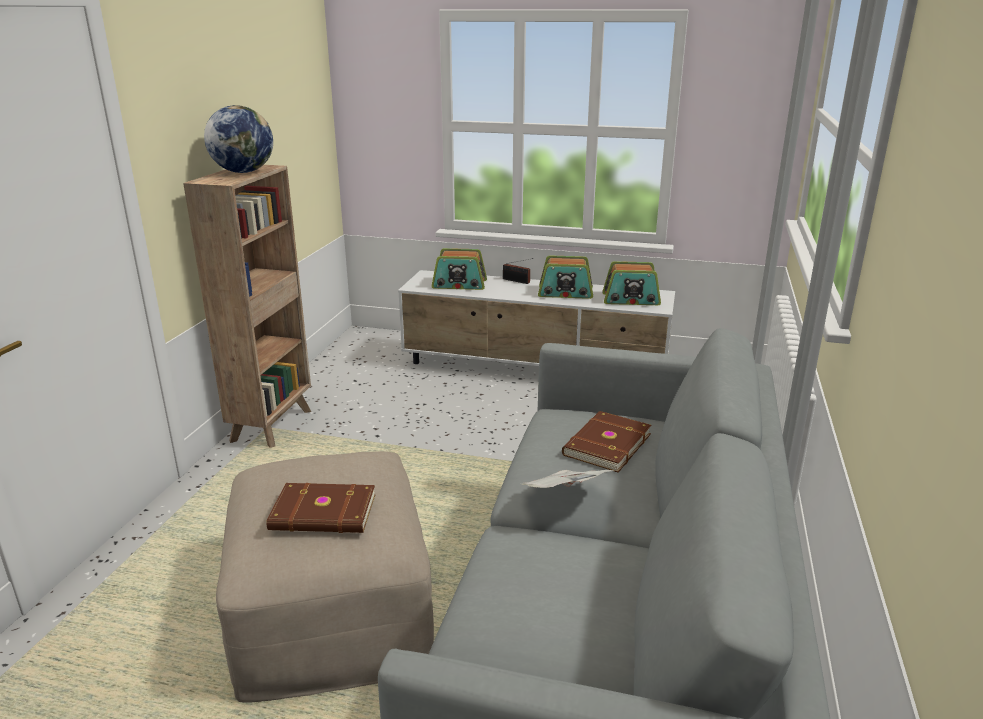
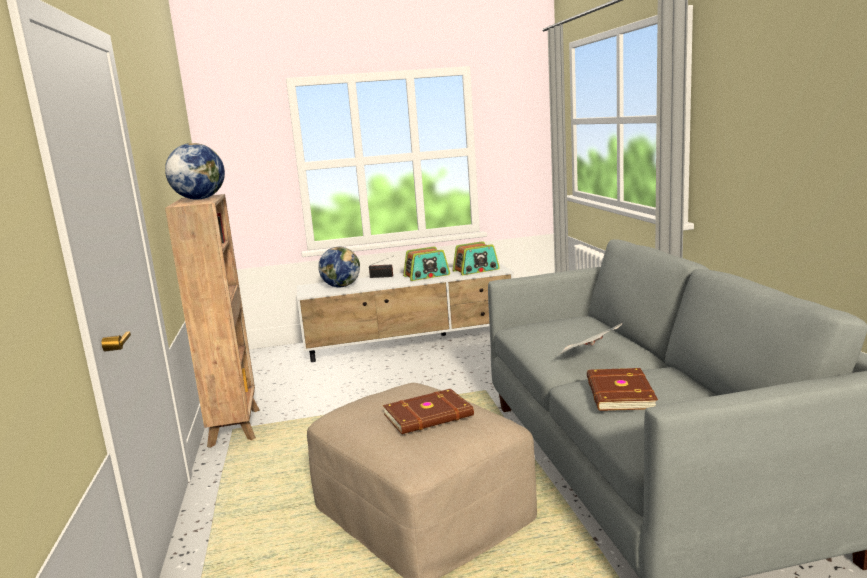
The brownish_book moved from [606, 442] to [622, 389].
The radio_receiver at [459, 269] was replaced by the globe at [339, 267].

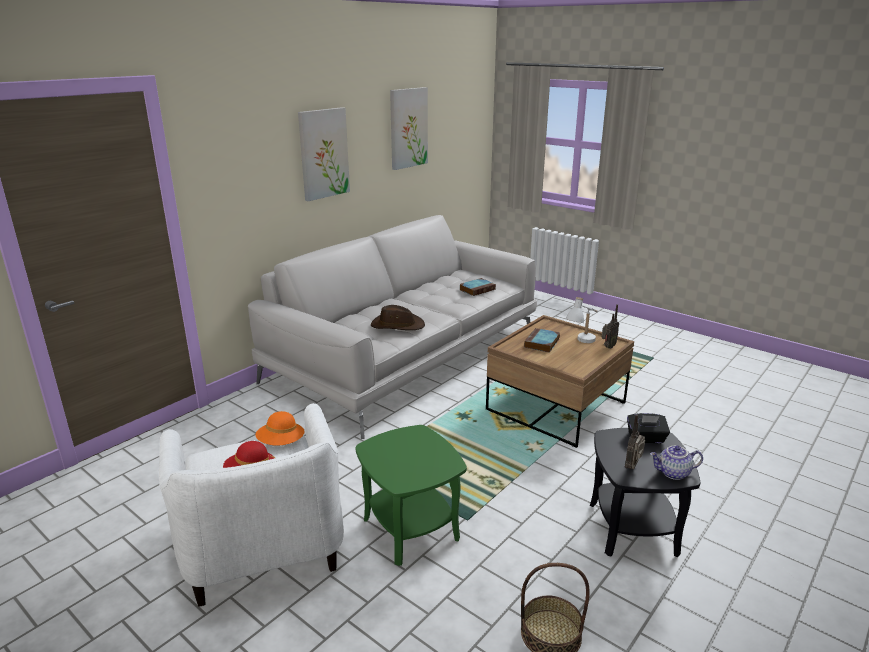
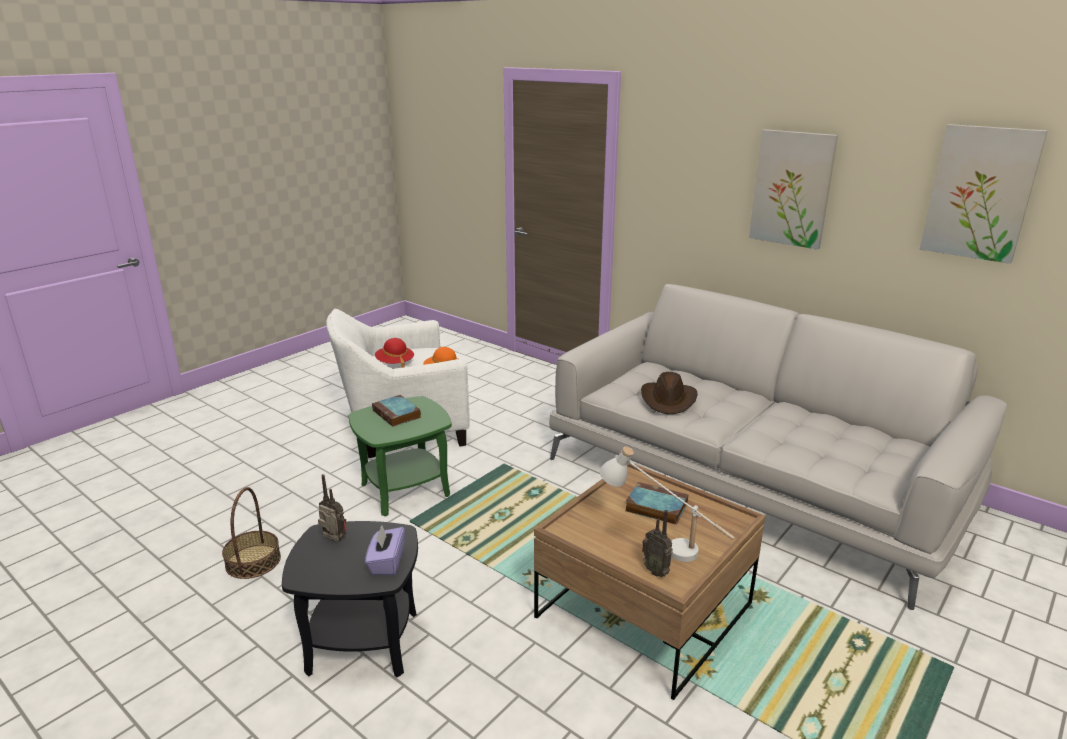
The teapot at [676, 462] disappeared.
The book moved from [478, 287] to [396, 411].
The blackish_tissue_holder at [648, 428] became the purplish_tissue_holder at [385, 550].

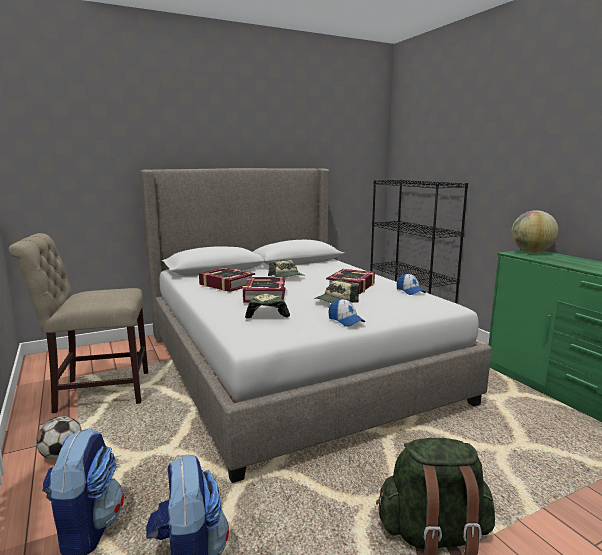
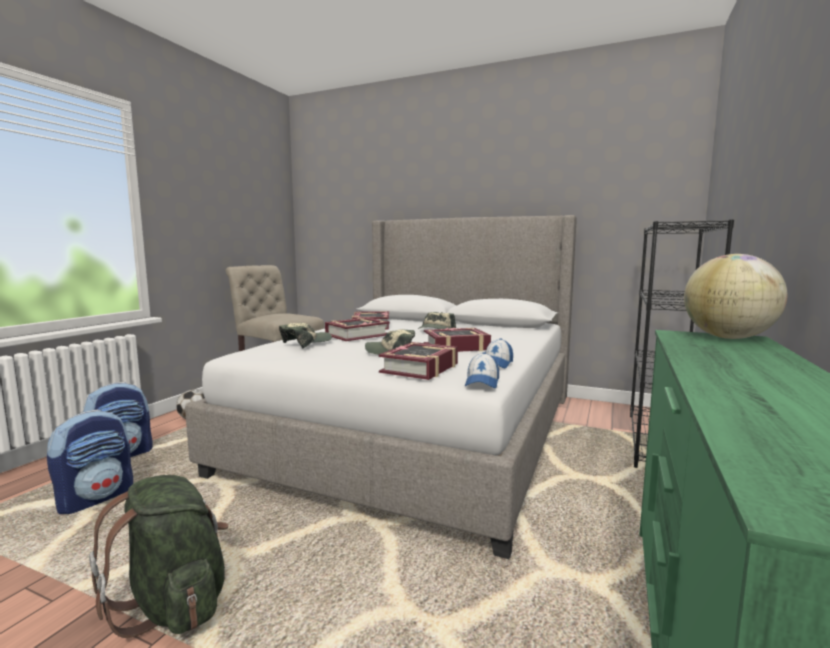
The book at [418, 361] appeared.
The baseball_cap moved from [346, 312] to [482, 370].

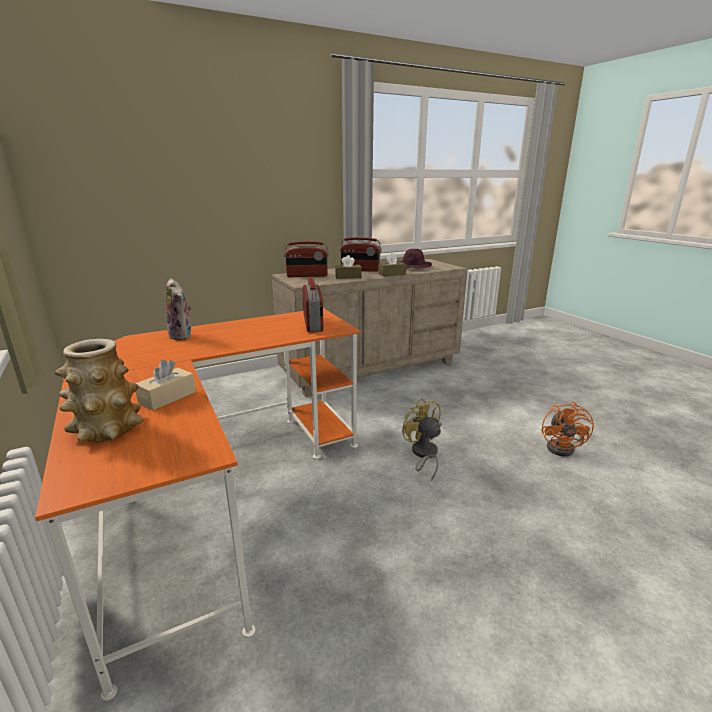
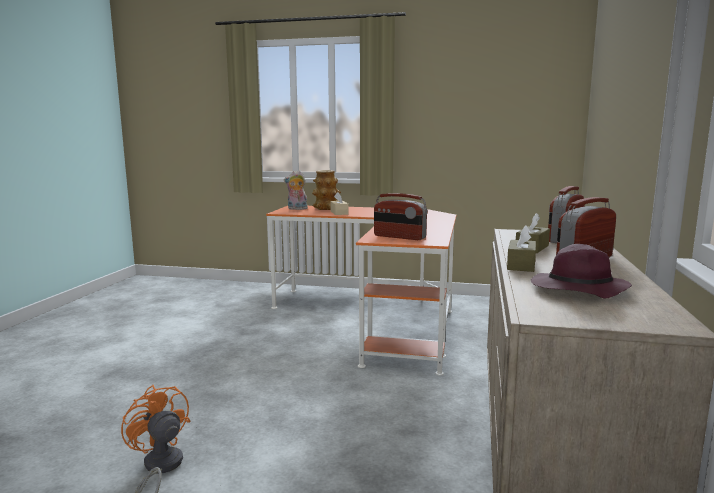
The yellow-coloured_fan at [422, 439] disappeared.
The plush_toy moved from [179, 309] to [296, 190].

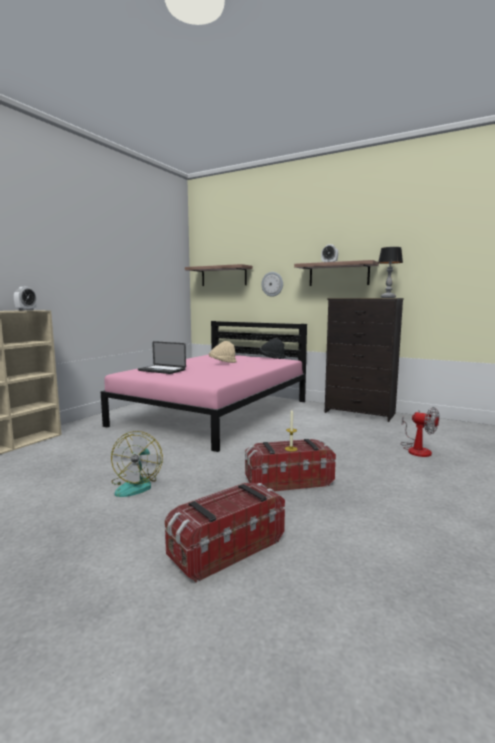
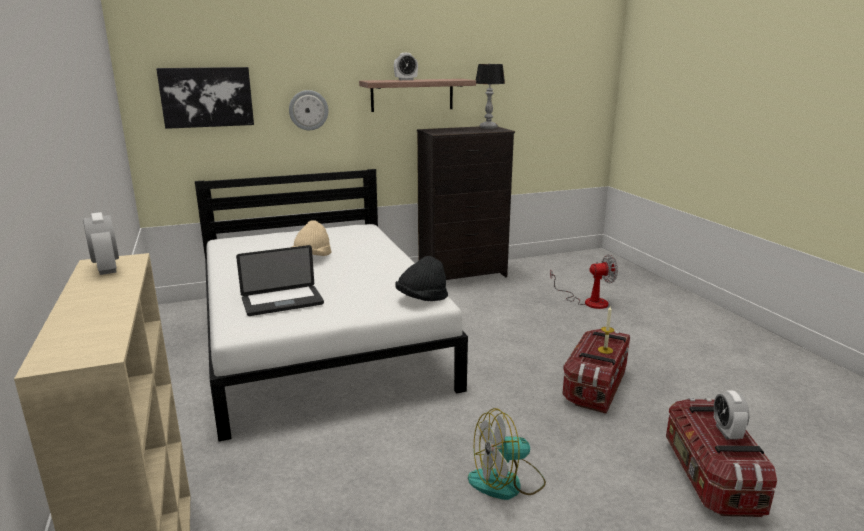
The alarm_clock at [731, 415] appeared.
The blackish_clothing_hat moved from [272, 348] to [421, 278].
The shelf at [219, 275] was replaced by the wall_art at [205, 98].
The pink_sleeping_bed at [204, 386] became the whitish_sleeping_bed at [331, 305].
The fan at [137, 464] turned 120 degrees clockwise.

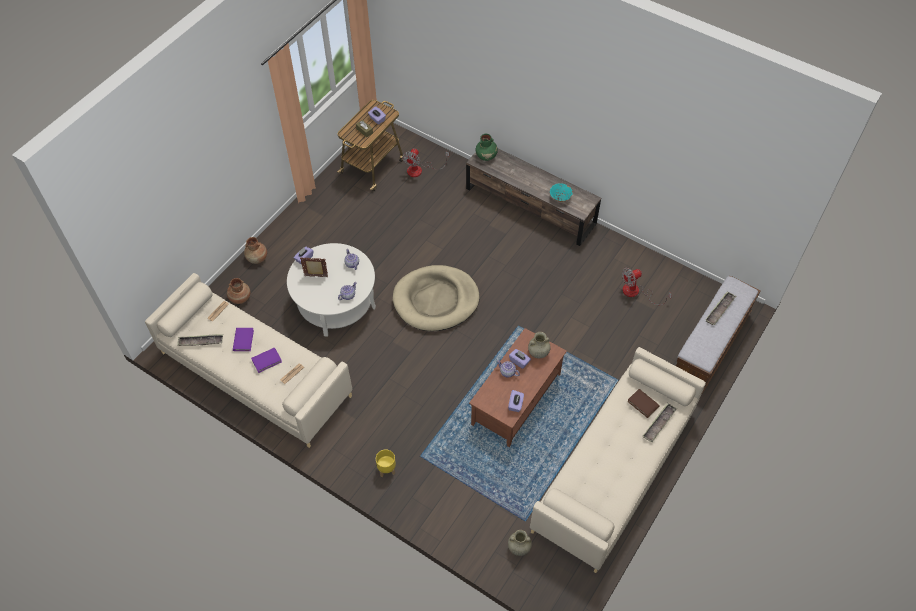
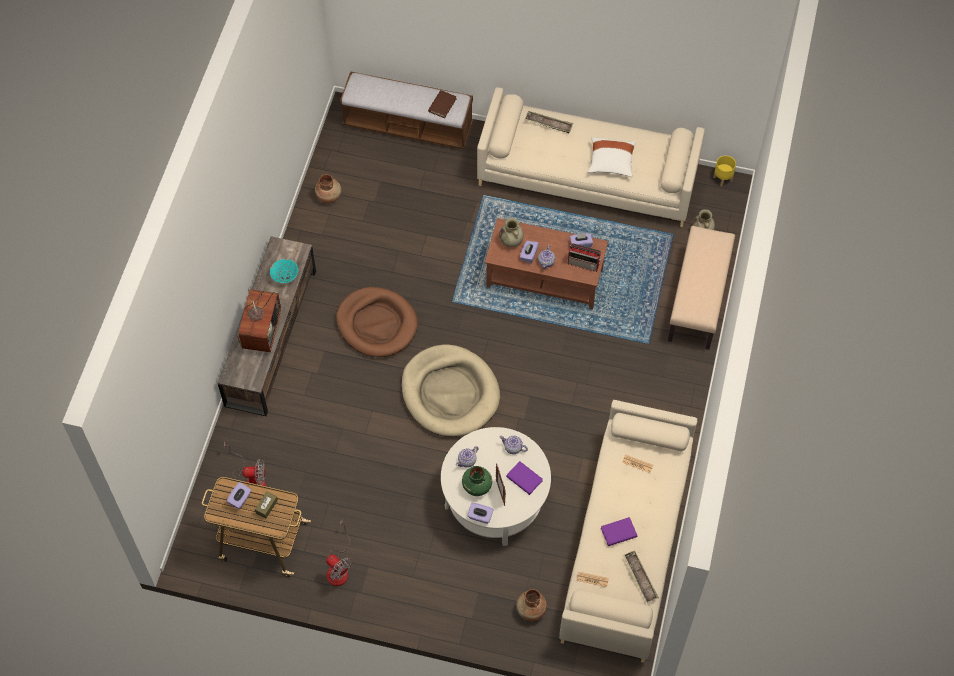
The serving_tray at [720, 308] disappeared.
The TV_set at [259, 320] appeared.
The brownish_dog_cushion at [377, 322] appeared.
The radio_receiver at [584, 257] appeared.
The whitish_pillow at [612, 157] appeared.
The beige-coloured_indoor_bench at [701, 288] appeared.
The brownish_decorative_vase moved from [255, 250] to [328, 189].
The purplish_book moved from [266, 360] to [524, 478].
The yellow-coloured_planter moved from [386, 463] to [724, 171].
The green-coloured_decorative_vase moved from [487, 147] to [477, 481].
The fan moved from [647, 286] to [339, 553].
The brownish_book moved from [643, 403] to [442, 104].

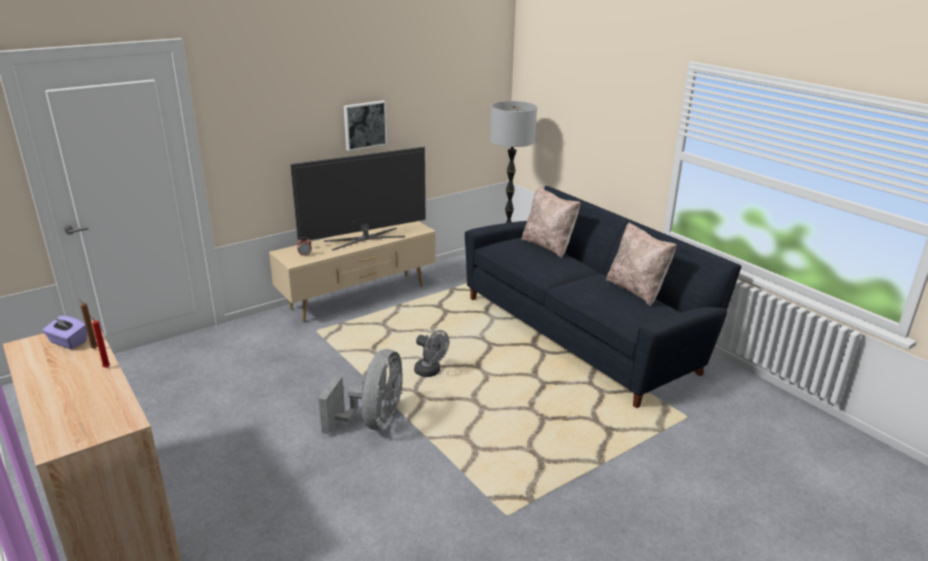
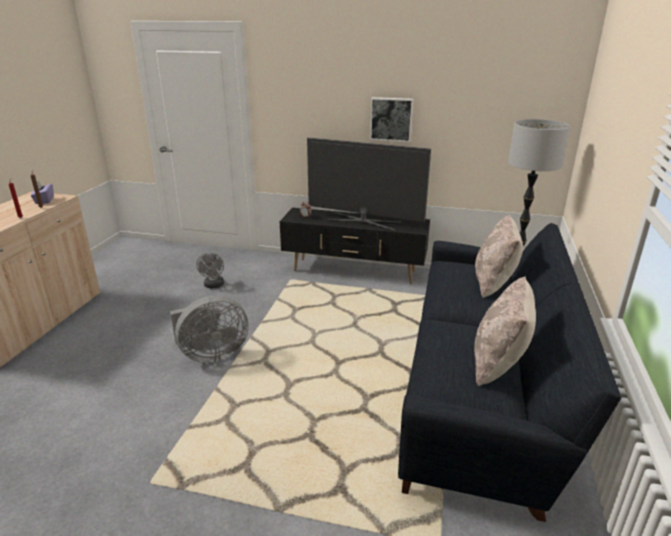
The gray_fan moved from [431, 353] to [210, 270].
The beige-coloured_tv_stand at [352, 271] became the blackish_tv_stand at [355, 246].

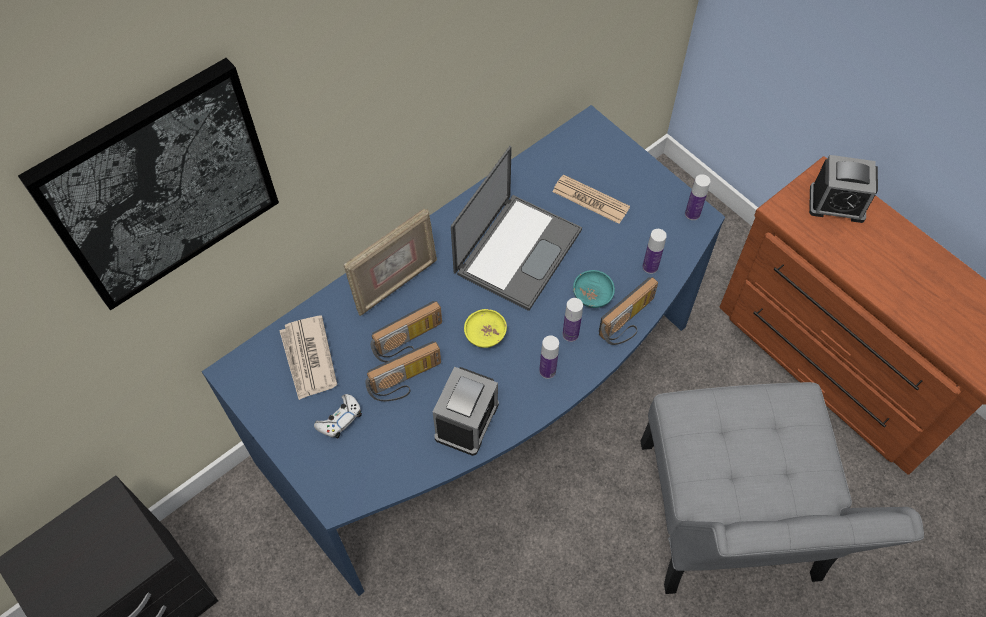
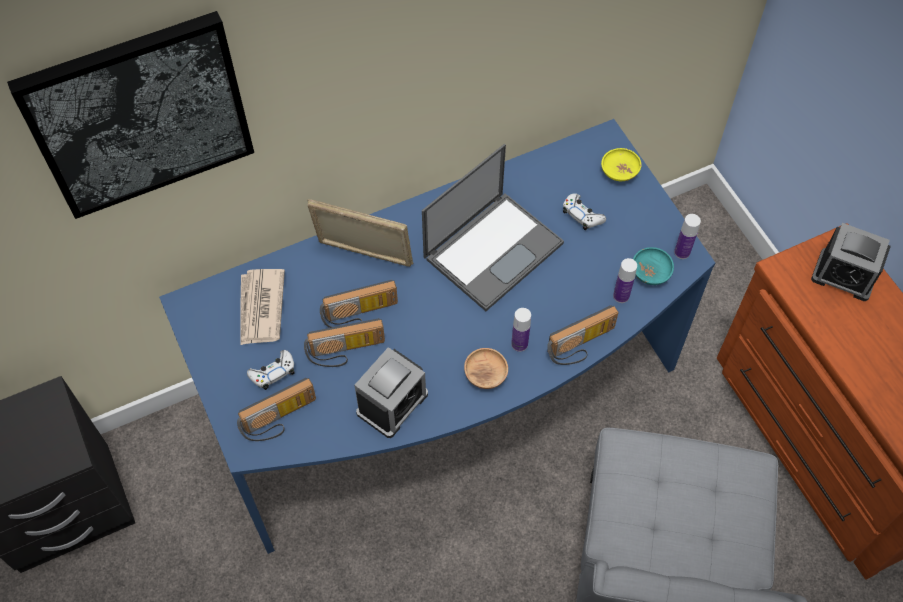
The radio_receiver at [276, 409] appeared.
The yellow-coloured_bowl moved from [485, 328] to [621, 164].
The turquoise-coloured_bowl moved from [594, 289] to [653, 266].
The beverage_bottle at [549, 357] was replaced by the brownish_bowl at [486, 368].
The printed_paper at [591, 199] was replaced by the whitish_game_controller at [584, 212].
The photo_frame at [390, 262] turned 135 degrees counterclockwise.

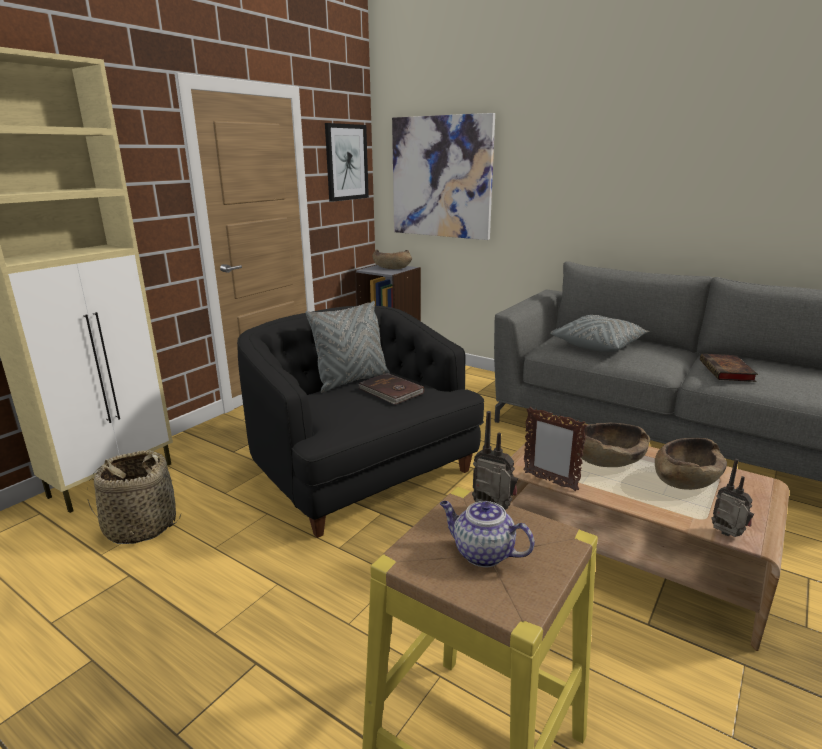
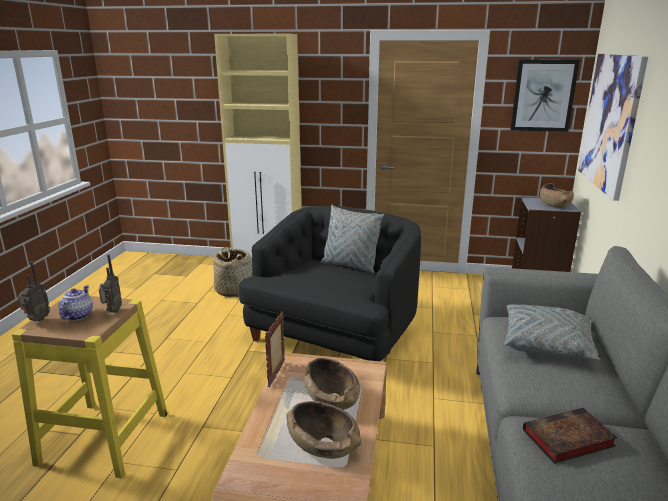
The brownish_book at [391, 389] disappeared.
The radio_receiver moved from [732, 498] to [34, 292].

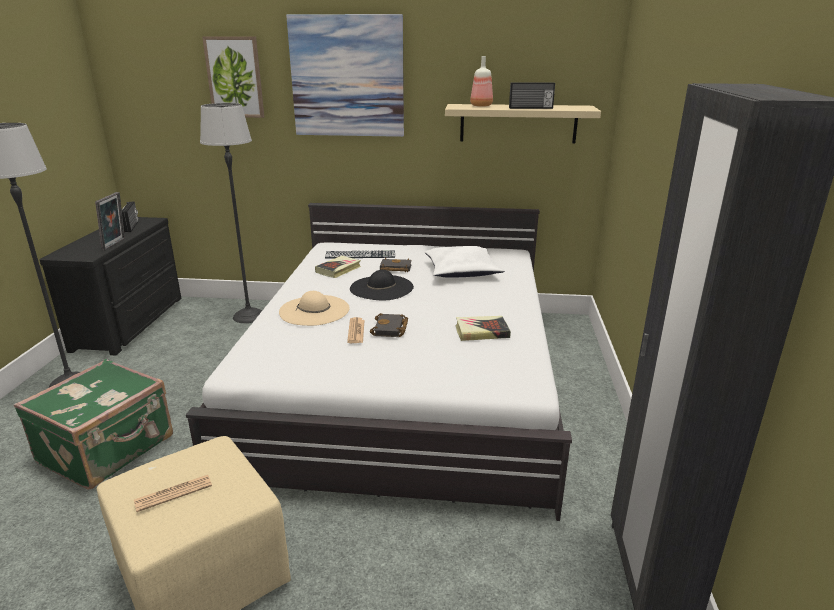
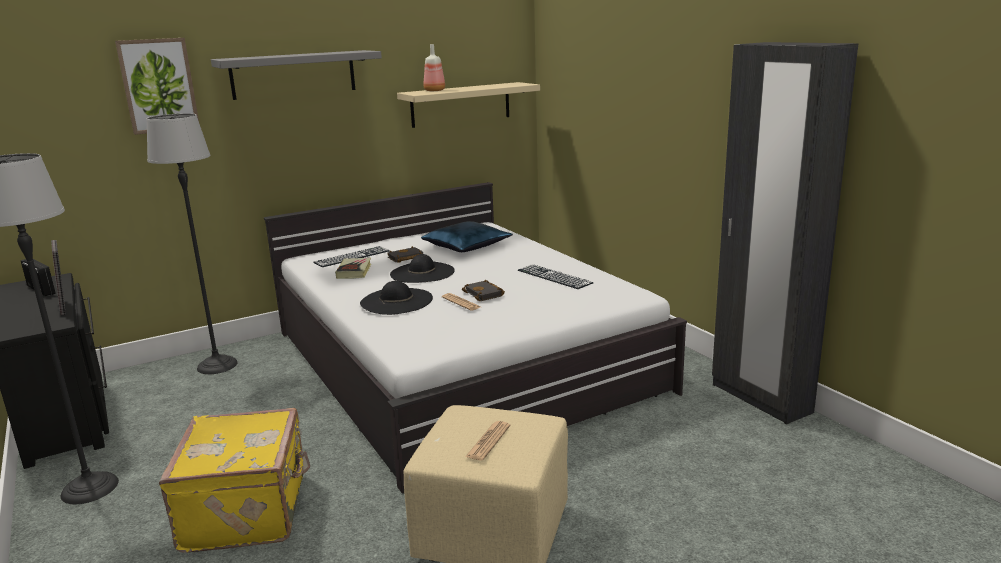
The radio_receiver at [532, 95] disappeared.
The wall_art at [345, 75] was replaced by the gray_shelf at [296, 75].
The book at [483, 328] was replaced by the keyboard at [556, 276].
The green-coloured_suitcase at [93, 424] became the yellow-coloured_suitcase at [234, 480].
The beige-coloured_clothing_hat at [314, 308] became the blackish_clothing_hat at [396, 298].
The whitish_pillow at [465, 261] became the blue-coloured_pillow at [467, 236].

